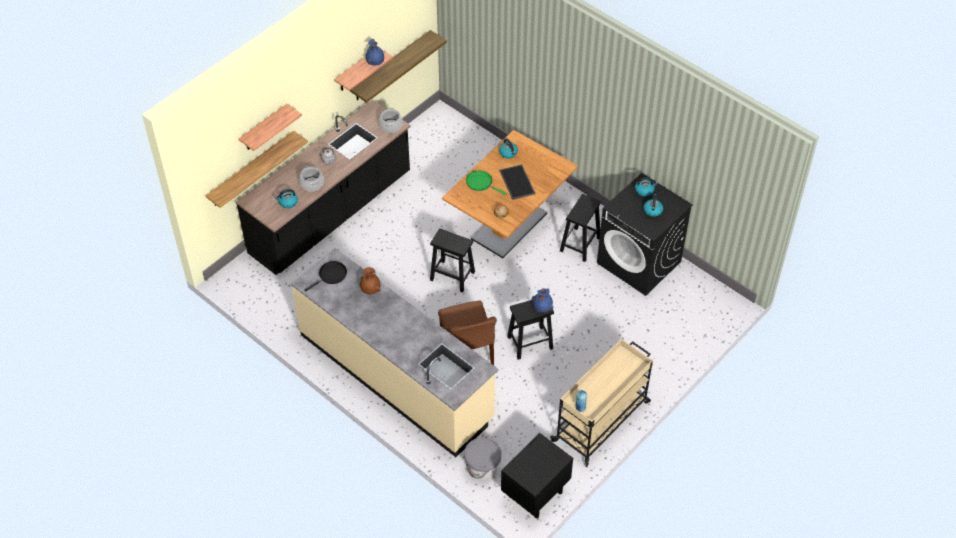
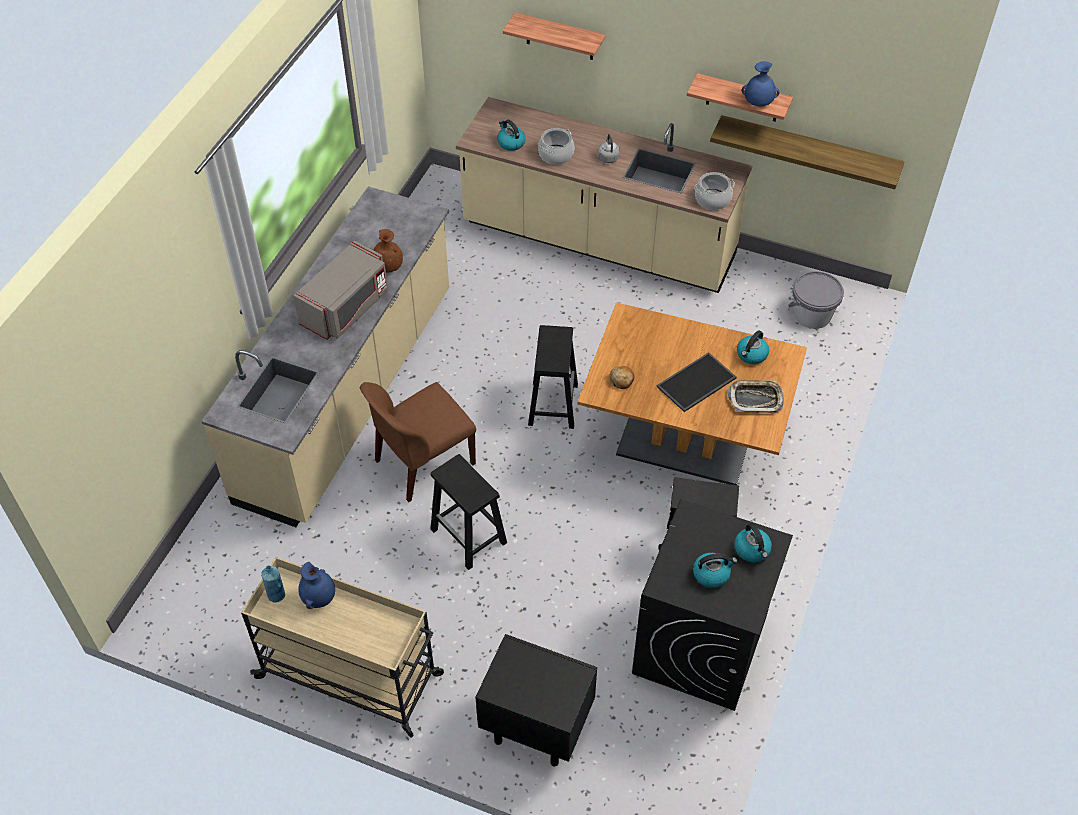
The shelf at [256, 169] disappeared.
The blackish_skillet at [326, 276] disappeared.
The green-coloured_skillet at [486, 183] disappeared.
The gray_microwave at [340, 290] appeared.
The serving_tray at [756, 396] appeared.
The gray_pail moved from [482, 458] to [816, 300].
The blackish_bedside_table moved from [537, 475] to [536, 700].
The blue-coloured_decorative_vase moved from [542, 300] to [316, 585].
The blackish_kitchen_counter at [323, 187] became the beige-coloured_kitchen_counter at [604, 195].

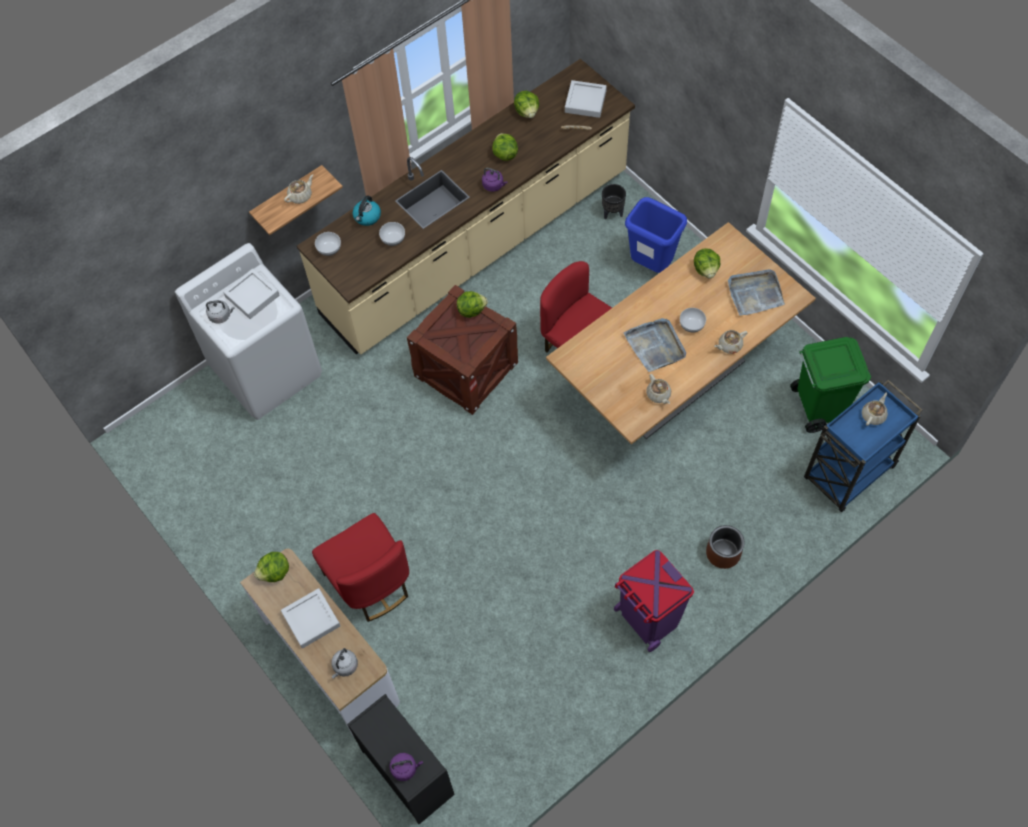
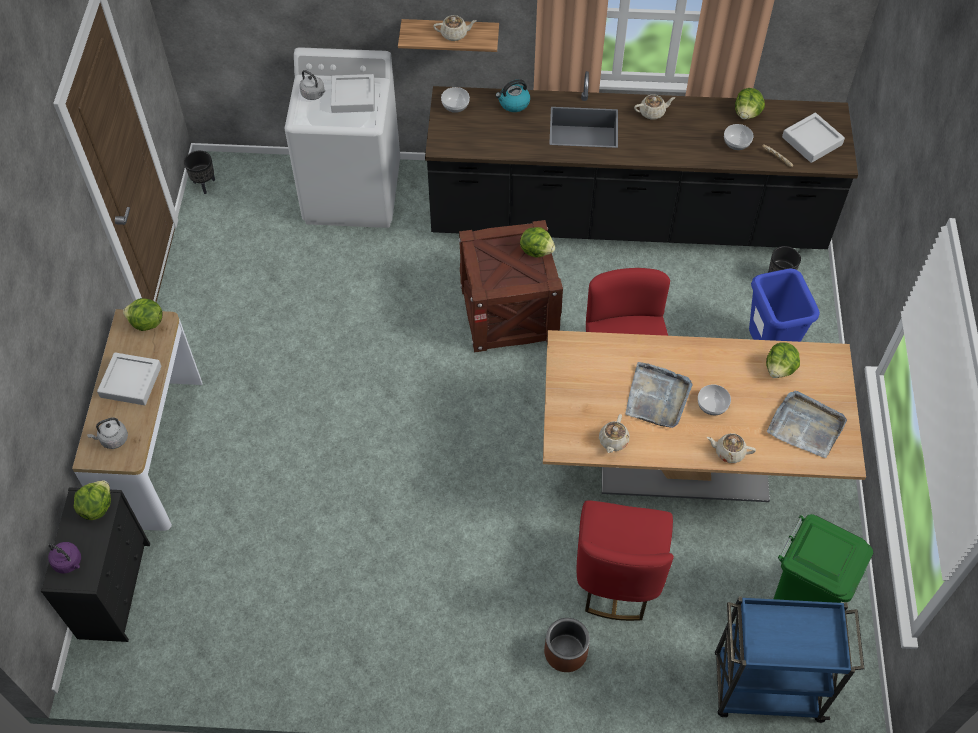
The purplish_water_kettle at [495, 180] disappeared.
The purplish_trash_can at [654, 601] disappeared.
The blackish_planter at [199, 172] appeared.
The reddish_plain_chair moved from [360, 567] to [625, 560].
The bowl moved from [392, 234] to [739, 137].
The lettuce moved from [505, 147] to [92, 500].
The beige-coloured_teapot moved from [875, 409] to [655, 106].
The beige-coloured_kitchen_counter at [466, 207] became the blackish_kitchen_counter at [641, 160].

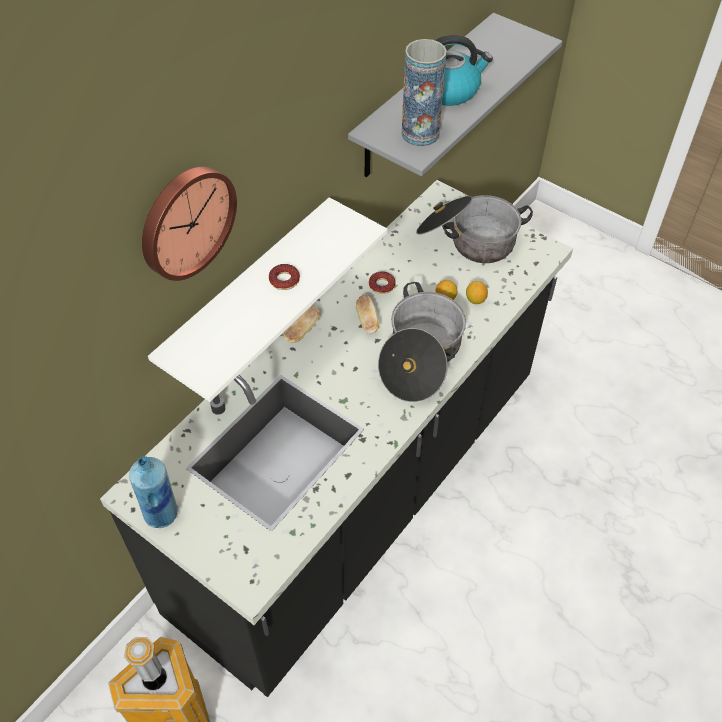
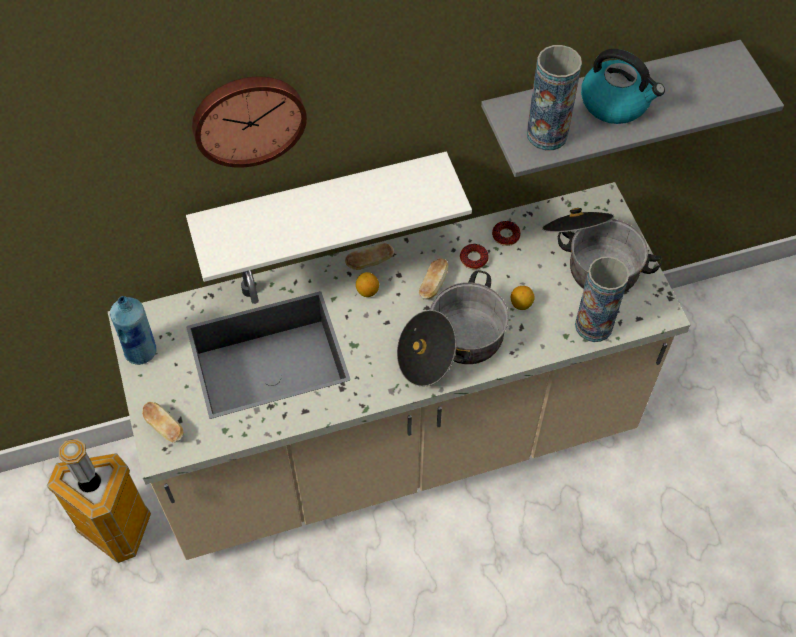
The bread at [163, 422] appeared.
The decorative_vase at [602, 299] appeared.
The donut moved from [284, 277] to [506, 233].
The citrus_fruit moved from [477, 292] to [367, 284].
The blackish_kitchen_counter at [336, 438] became the beige-coloured_kitchen_counter at [399, 371].

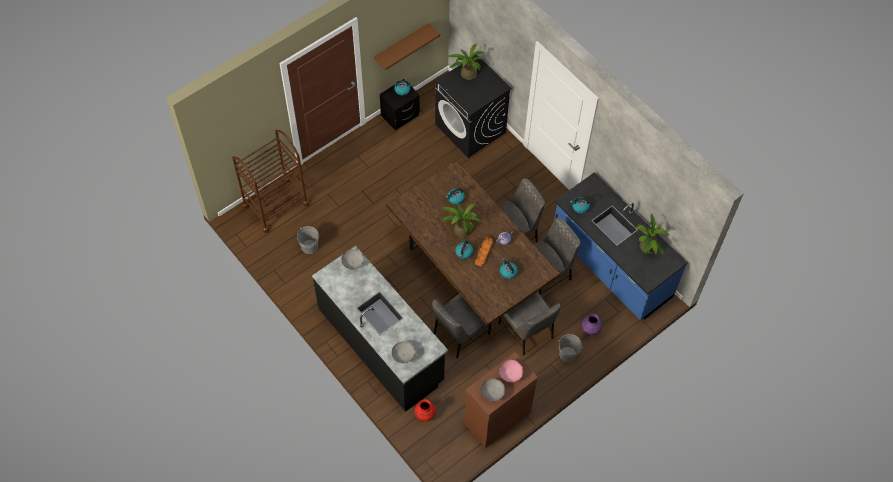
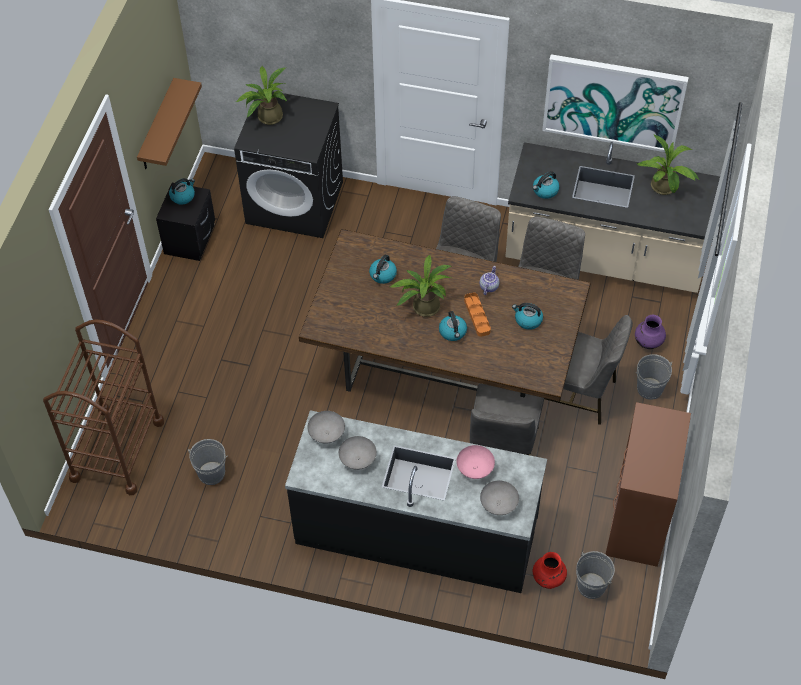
The wall_art at [615, 103] appeared.
The gray_pail at [595, 575] appeared.
The gray_bowl moved from [493, 389] to [358, 453].
The pink_bowl moved from [511, 371] to [476, 462].
The blue-coloured_kitchen_counter at [621, 246] became the beige-coloured_kitchen_counter at [612, 217].

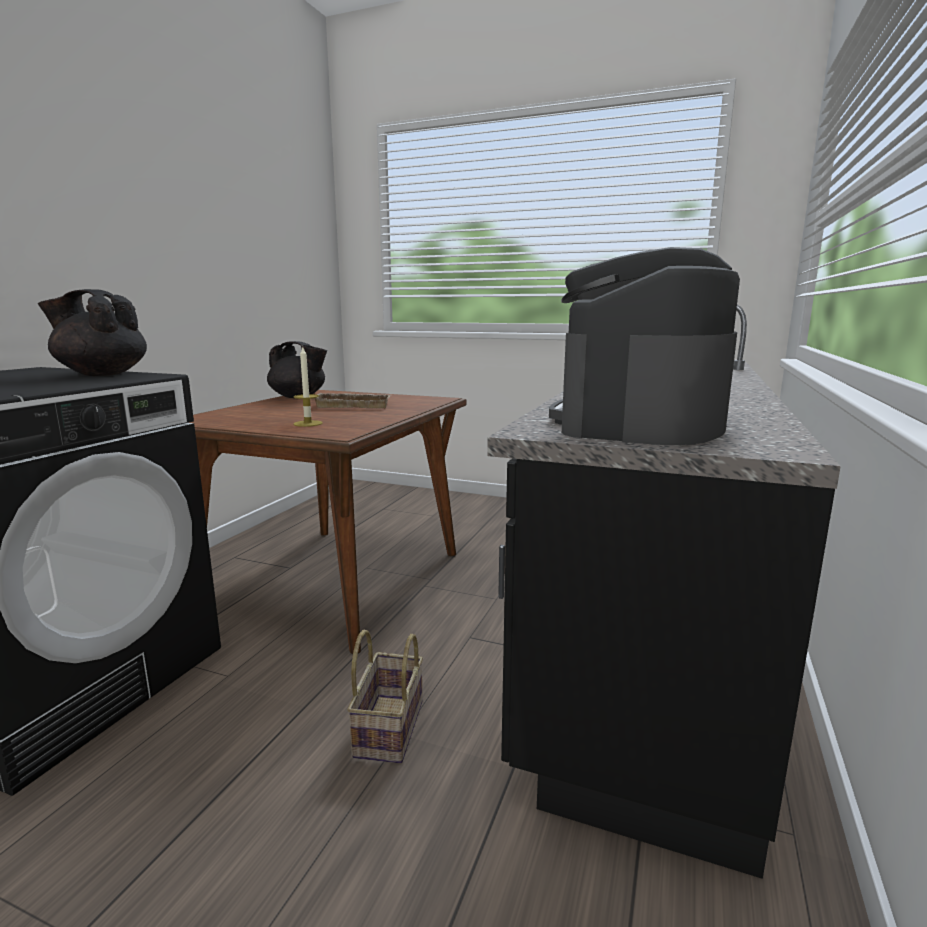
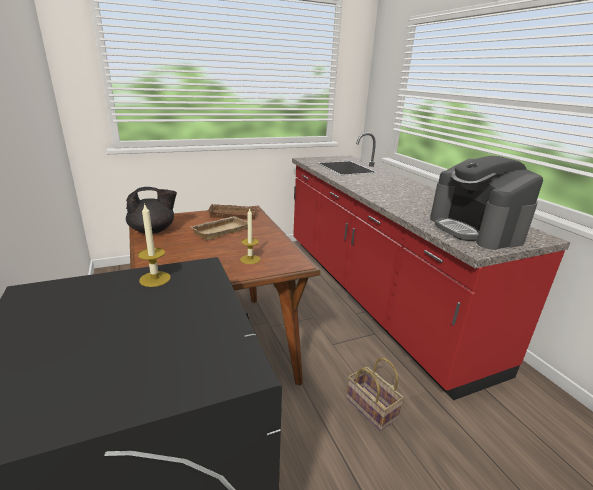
The brownish_serving_tray at [232, 211] appeared.
The blackish_teapot at [92, 332] was replaced by the wax_candle at [154, 245].
The blackish_kitchen_counter at [664, 591] became the reddish_kitchen_counter at [431, 266].

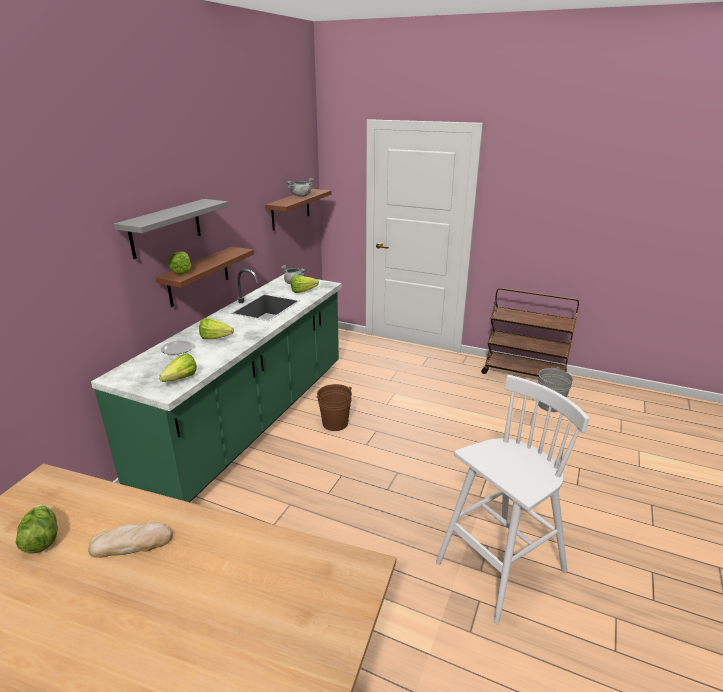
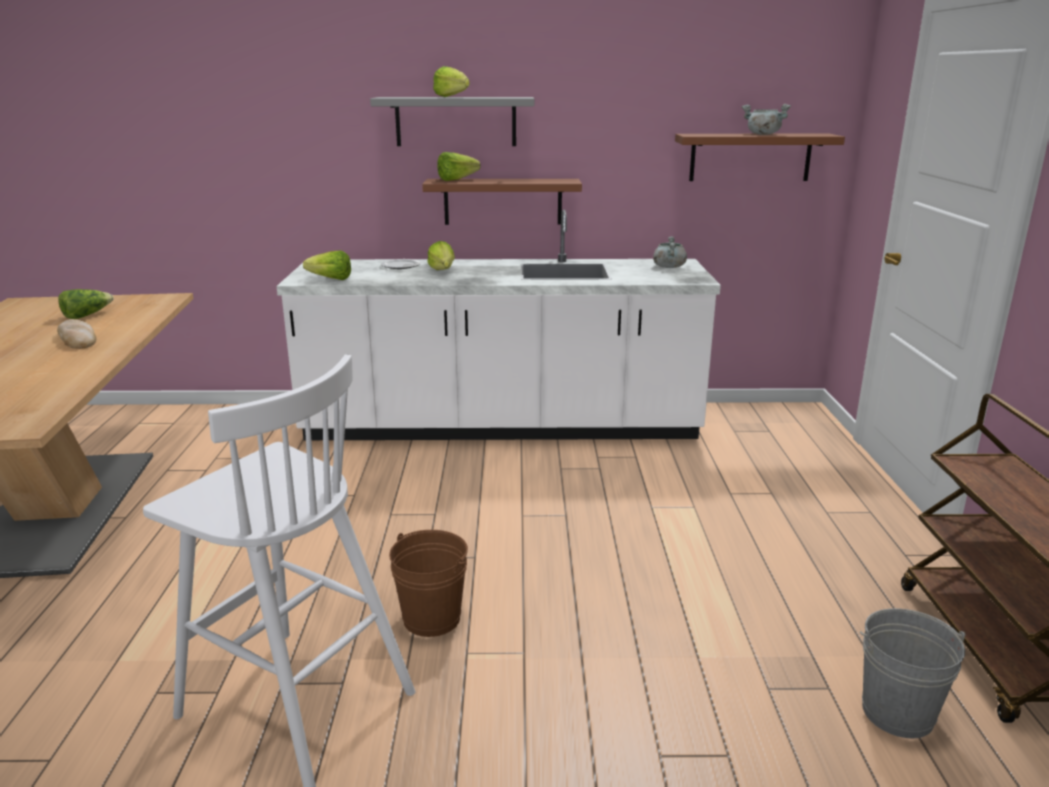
The lettuce moved from [305, 284] to [451, 81].
The brownish_pail moved from [334, 407] to [428, 583].
The green-coloured_kitchen_counter at [216, 385] became the whitish_kitchen_counter at [498, 325].

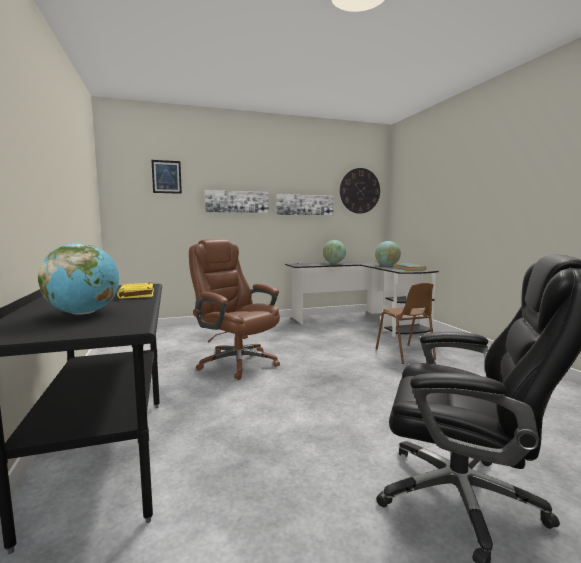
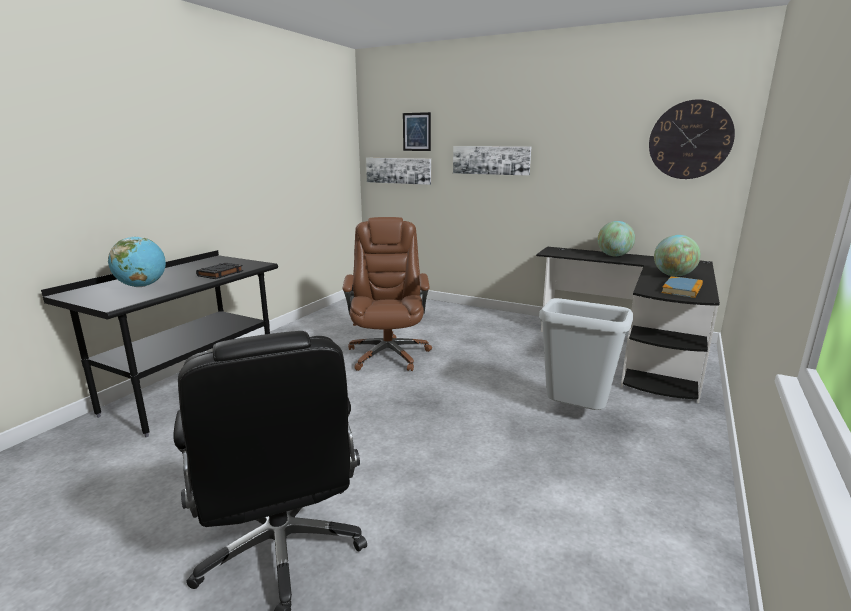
The wall_art moved from [304, 204] to [398, 171].
The brownish_plain_chair at [406, 323] was replaced by the gray_trash_can at [586, 354].
The yellow-coloured_book at [135, 291] became the blackish_book at [219, 271].

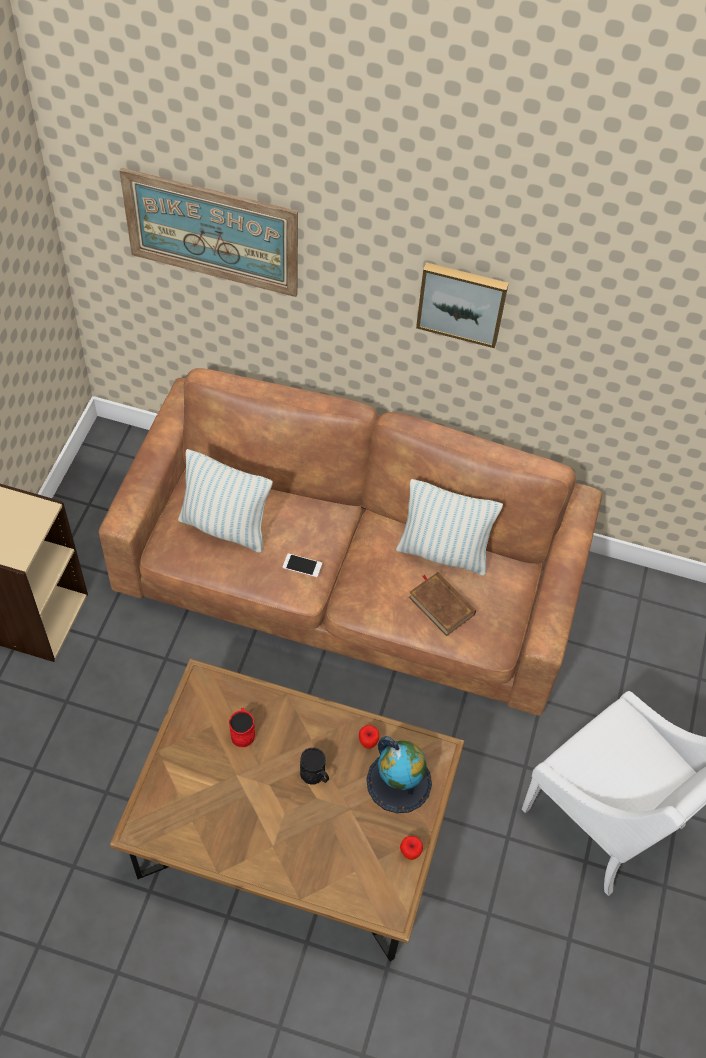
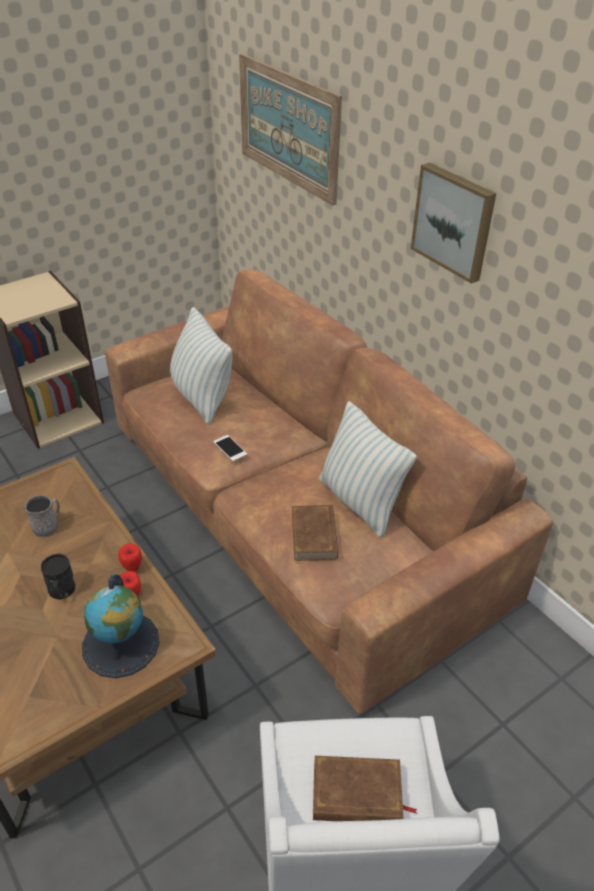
The brownish_book at [365, 788] appeared.
The whole_apple moved from [411, 848] to [130, 557].
The reddish_coffee_mug at [242, 727] became the gray_coffee_mug at [42, 516].

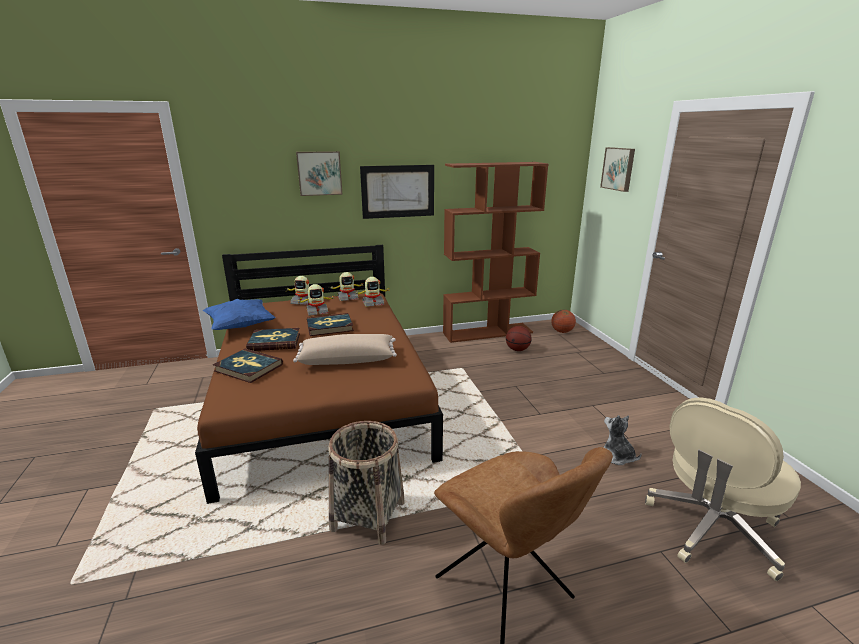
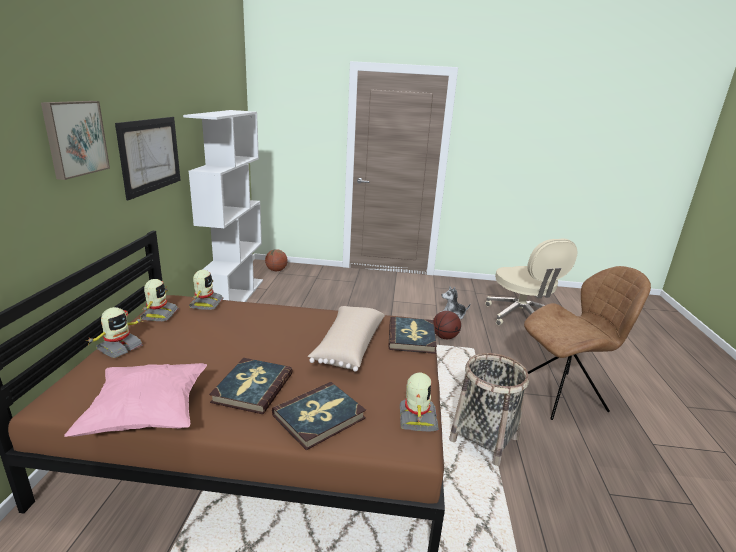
The wall_art at [617, 169] disappeared.
The model_robot moved from [315, 300] to [419, 402].
The book moved from [330, 324] to [413, 335].
The basketball_ball moved from [519, 338] to [447, 325].
The blue-coloured_pillow at [239, 314] became the pink_pillow at [135, 400].
The brownish_shelving_unit at [495, 252] became the whitish_shelving_unit at [223, 206].

